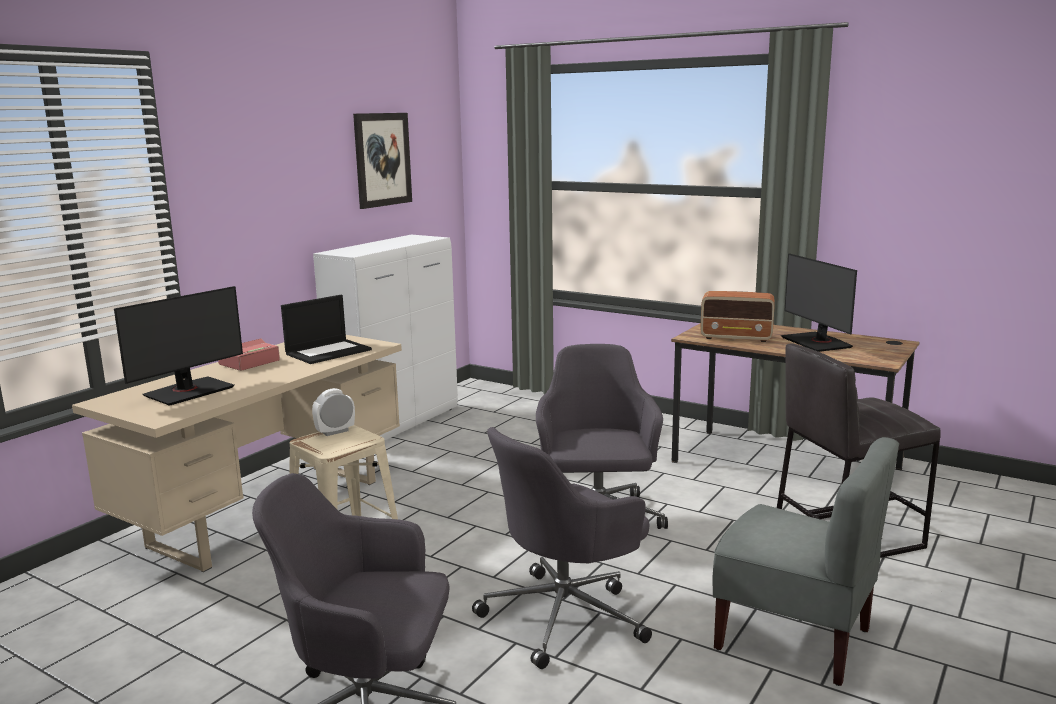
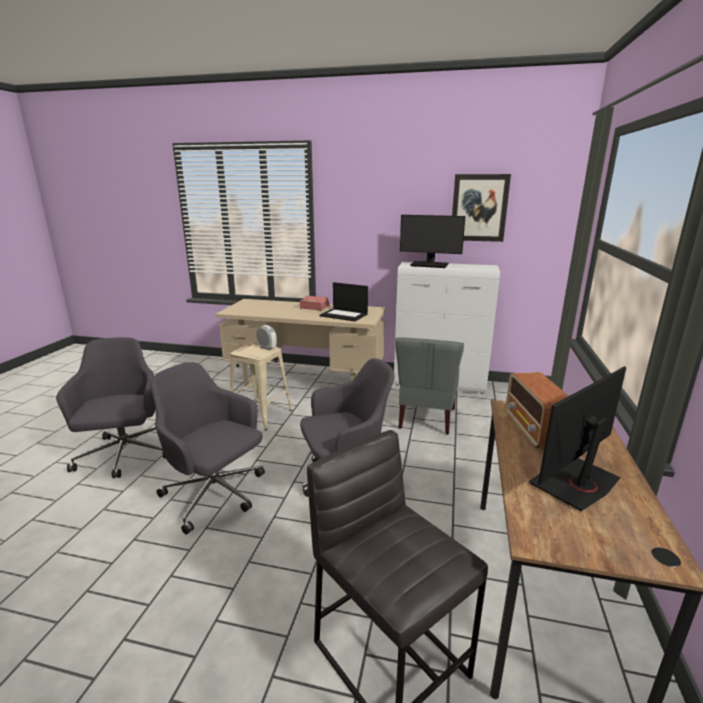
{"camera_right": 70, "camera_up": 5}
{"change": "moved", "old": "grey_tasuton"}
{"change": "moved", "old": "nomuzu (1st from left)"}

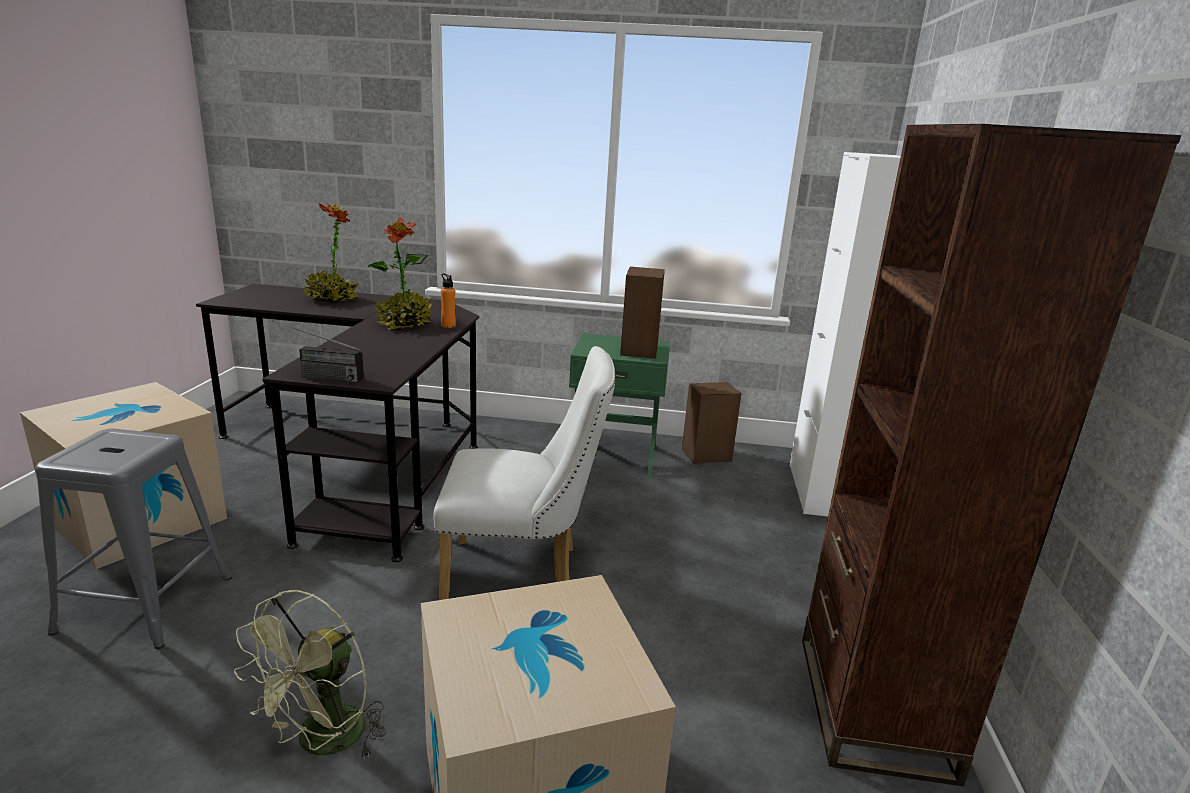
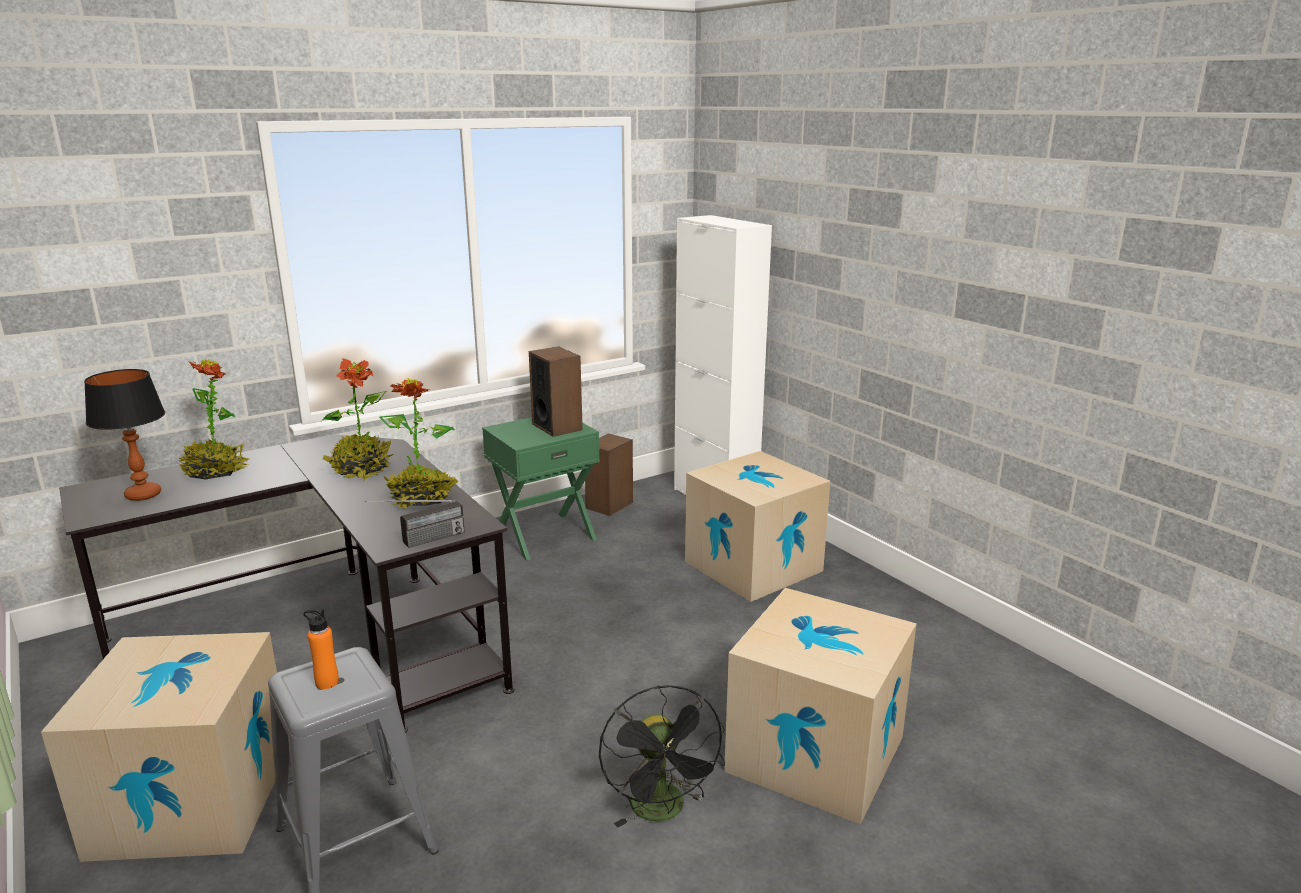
{"camera_right": -40, "camera_up": 0}
{"change": "added", "new": "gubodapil"}
{"change": "moved", "old": "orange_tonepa"}
{"change": "added", "new": "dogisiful (3rd from left)"}
{"change": "recoloured", "old": "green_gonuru", "new": "black_gonuru"}
{"change": "added", "new": "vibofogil (2nd from left)"}
{"change": "removed", "old": "white_tasuton"}
{"change": "removed", "old": "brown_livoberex"}

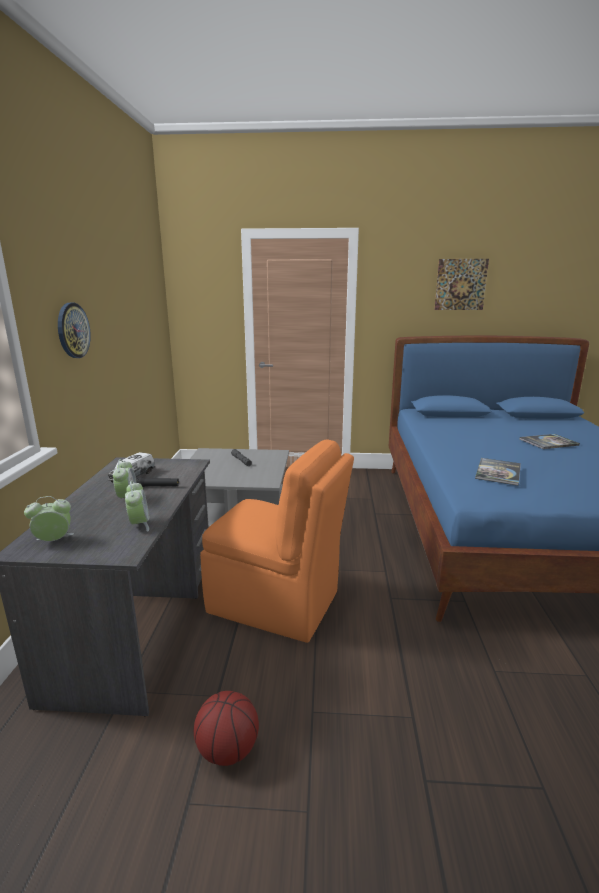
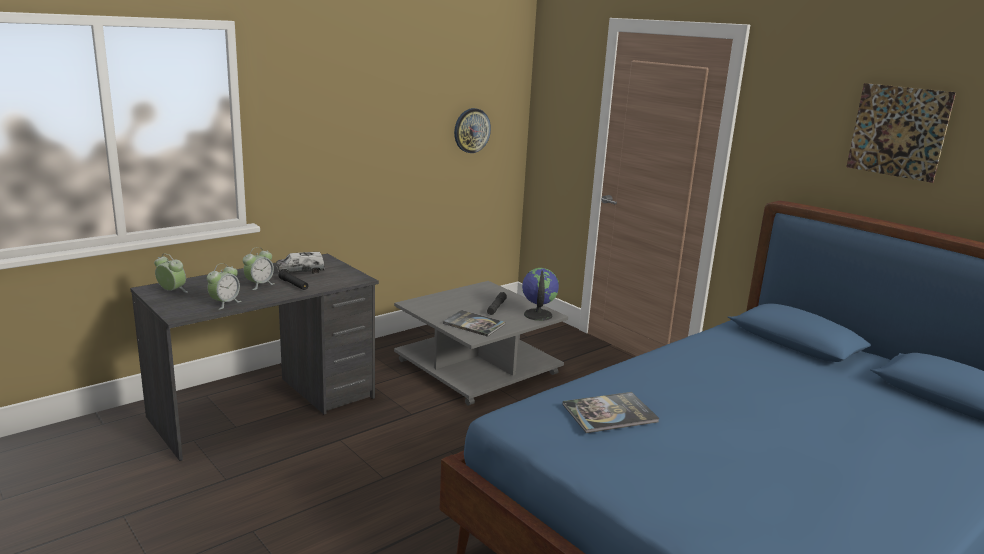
{"camera_right": 45, "camera_up": 0}
{"change": "moved", "old": "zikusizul (2nd from left in the first image)", "new": "zikusizul (1st from left)"}
{"change": "moved", "old": "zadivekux"}
{"change": "added", "new": "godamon"}
{"change": "removed", "old": "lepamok"}
{"change": "removed", "old": "orange_tasuton"}

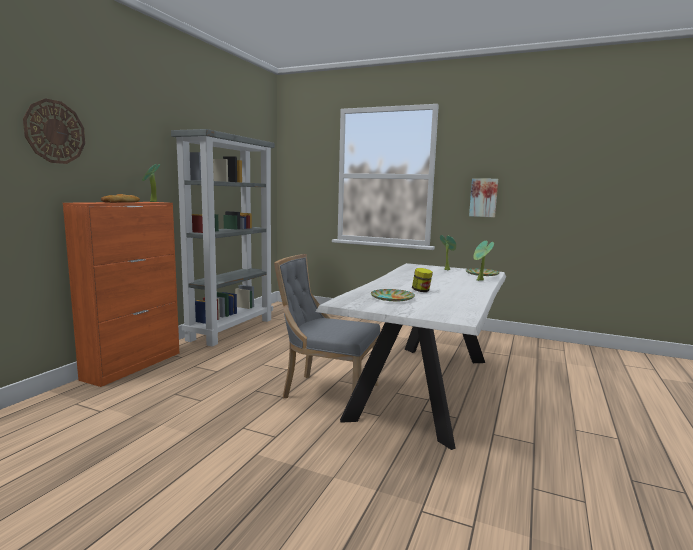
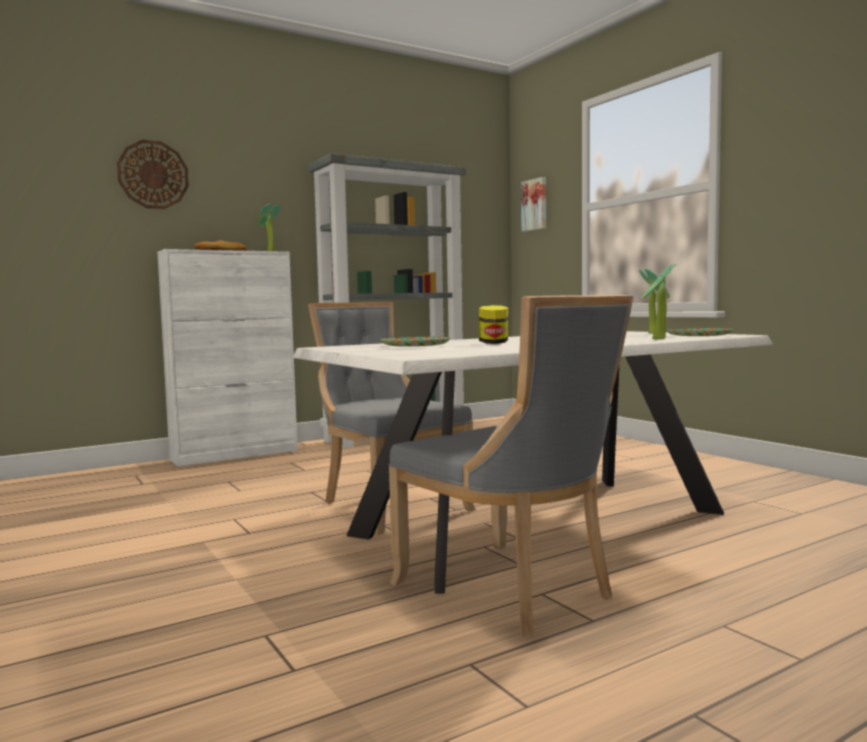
{"camera_right": 35, "camera_up": -5}
{"change": "recoloured", "old": "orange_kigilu", "new": "white_kigilu"}
{"change": "added", "new": "grey_tasuton (2nd from left)"}
{"change": "moved", "old": "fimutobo"}

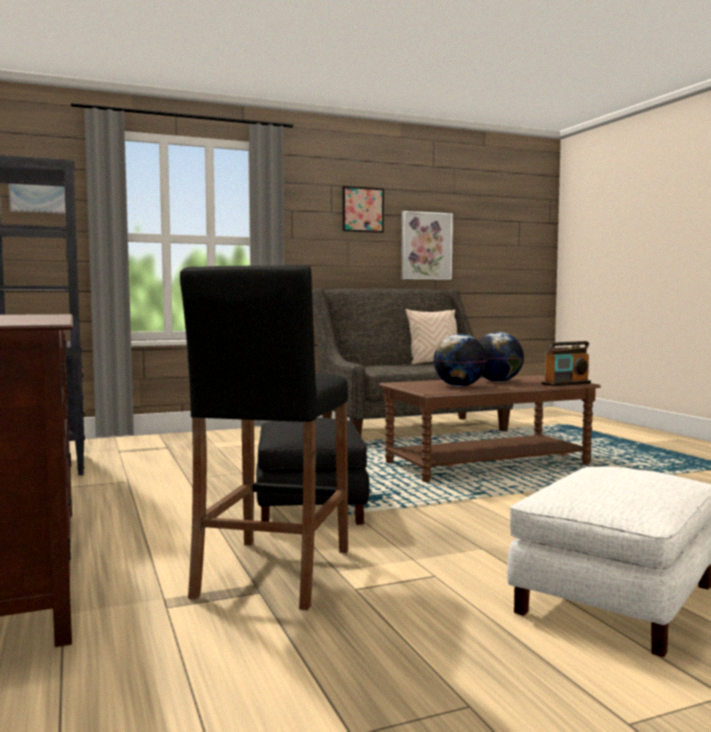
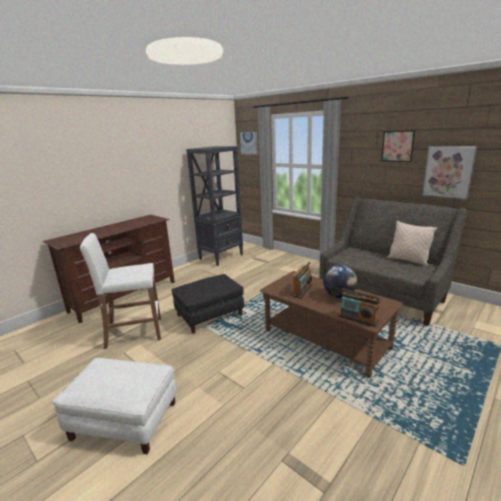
{"camera_right": 65, "camera_up": 15}
{"change": "recoloured", "old": "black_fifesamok", "new": "white_fifesamok"}
{"change": "replaced", "old": "godamon (1st from left)", "new": "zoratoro (1st from left)"}

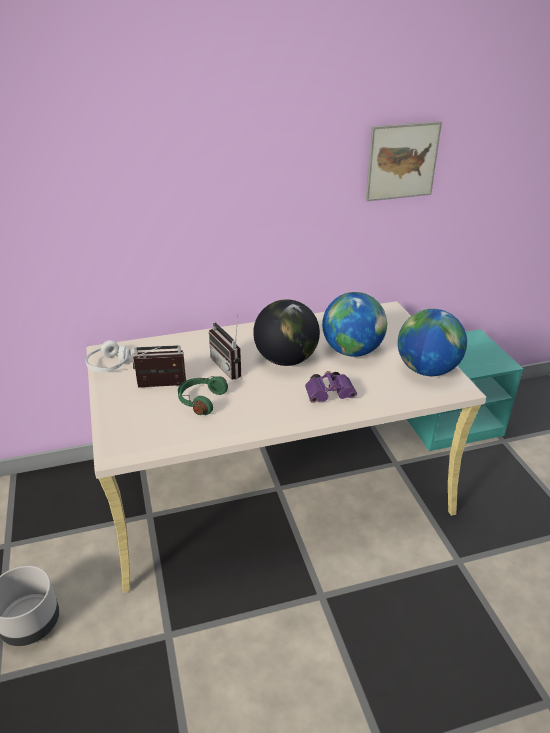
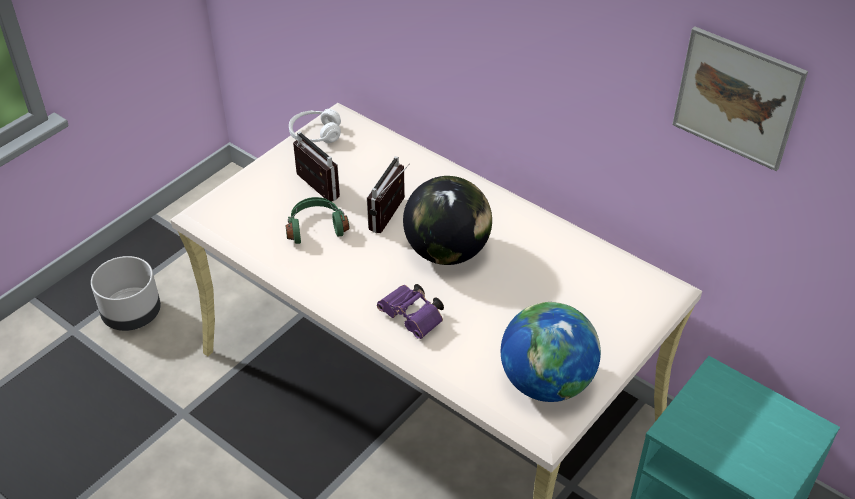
{"camera_right": 55, "camera_up": 10}
{"change": "removed", "old": "godamon (2nd from left)"}

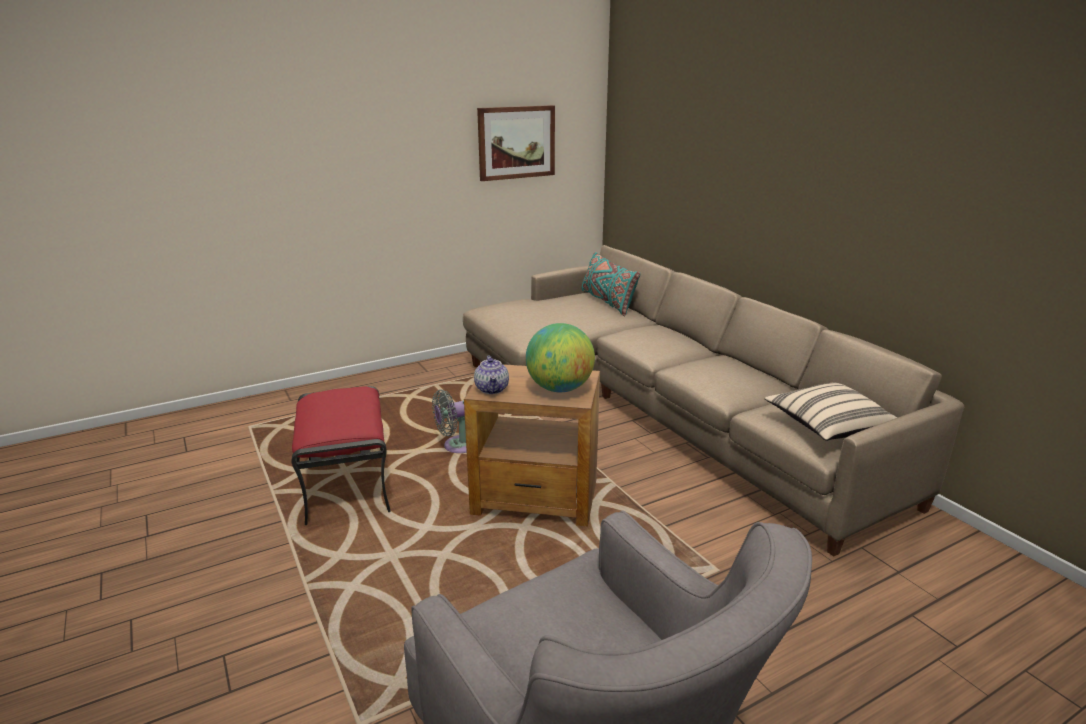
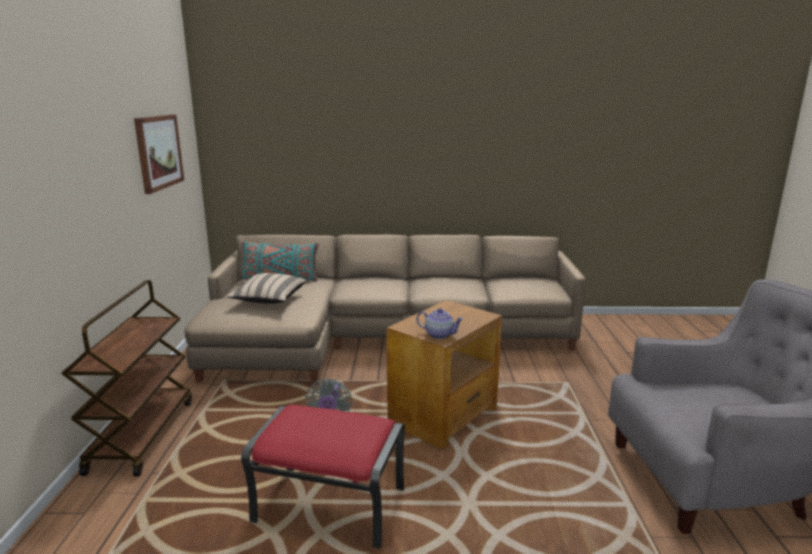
{"camera_right": -60, "camera_up": -5}
{"change": "added", "new": "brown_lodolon"}
{"change": "moved", "old": "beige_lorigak"}
{"change": "removed", "old": "godamon"}

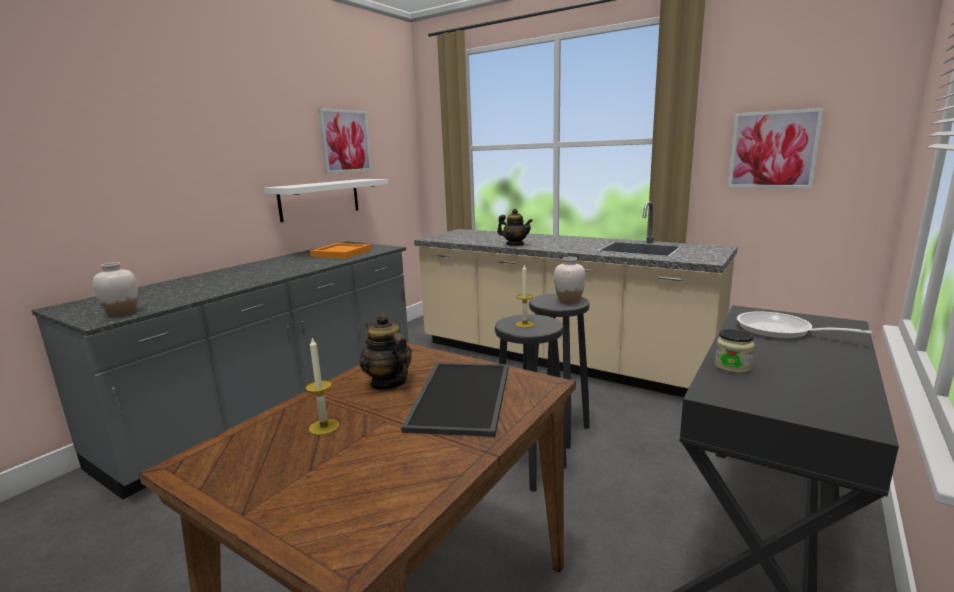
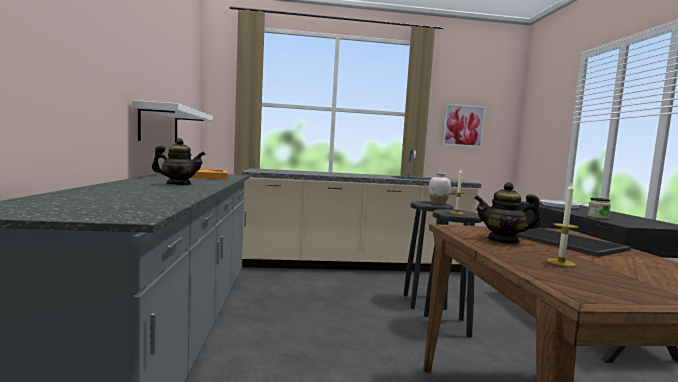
{"camera_right": -40, "camera_up": -10}
{"change": "moved", "old": "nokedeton (2nd from left in the first image)", "new": "nokedeton (1st from left)"}
{"change": "removed", "old": "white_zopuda (1st from left)"}
{"change": "removed", "old": "fimutobo (1st from left)"}

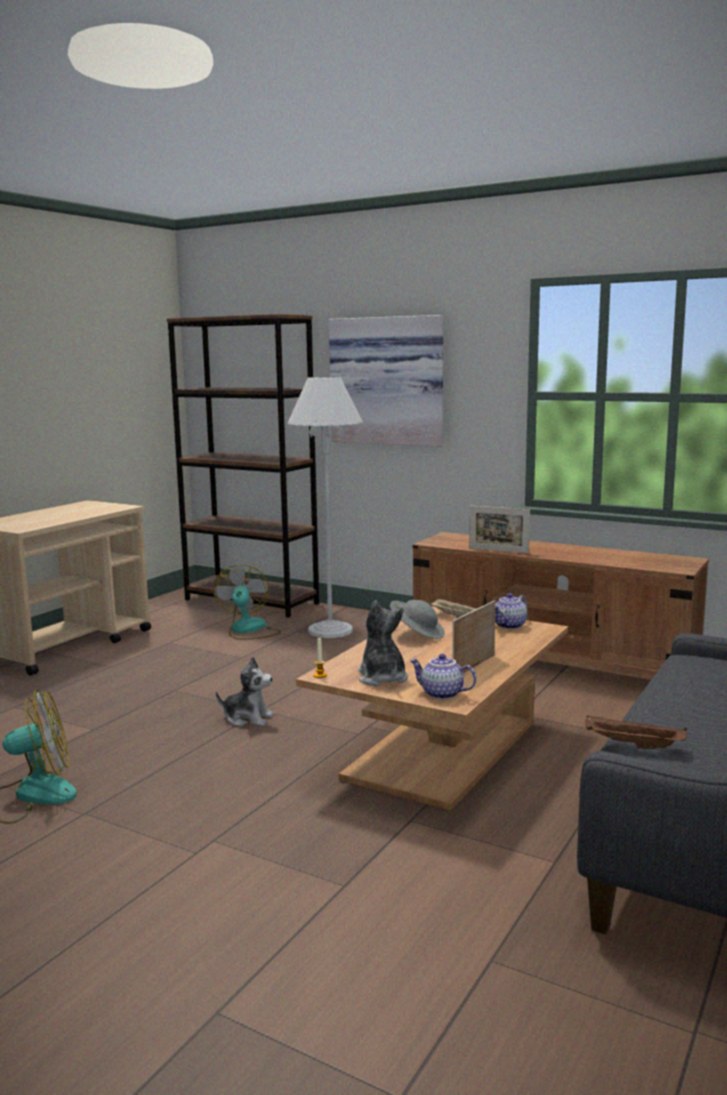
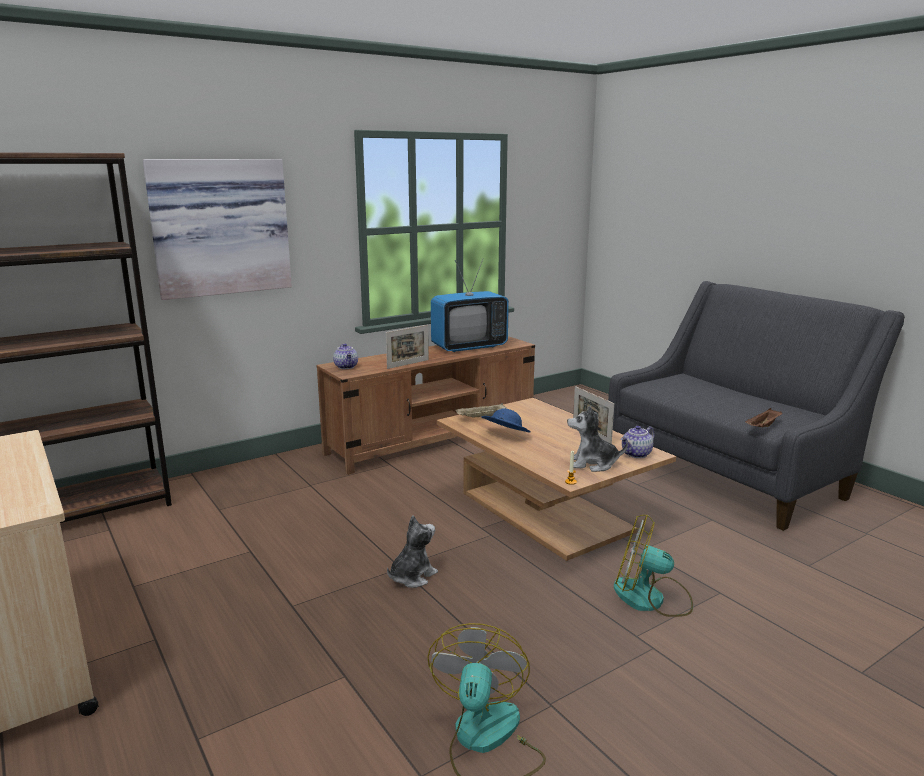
{"camera_right": -65, "camera_up": 5}
{"change": "moved", "old": "nokedeton (2nd from left in the first image)", "new": "nokedeton (1st from left)"}
{"change": "added", "new": "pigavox"}
{"change": "recoloured", "old": "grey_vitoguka", "new": "blue_vitoguka"}
{"change": "moved", "old": "gonuru (2nd from left)"}
{"change": "removed", "old": "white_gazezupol"}

